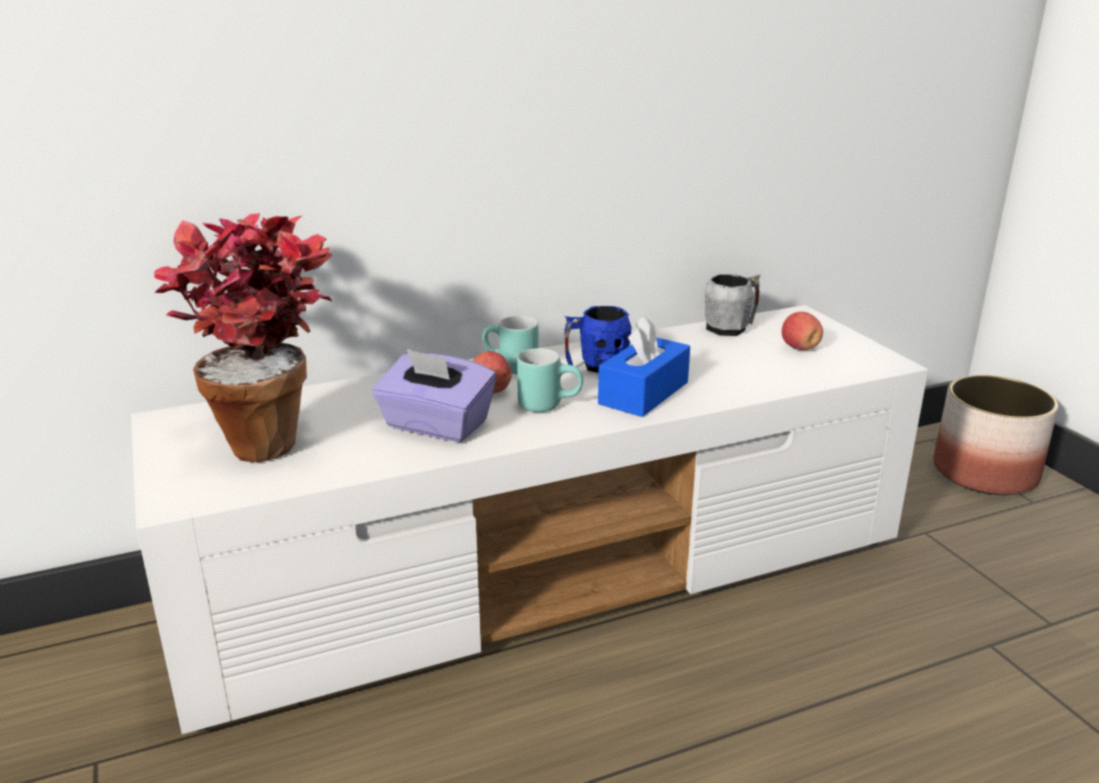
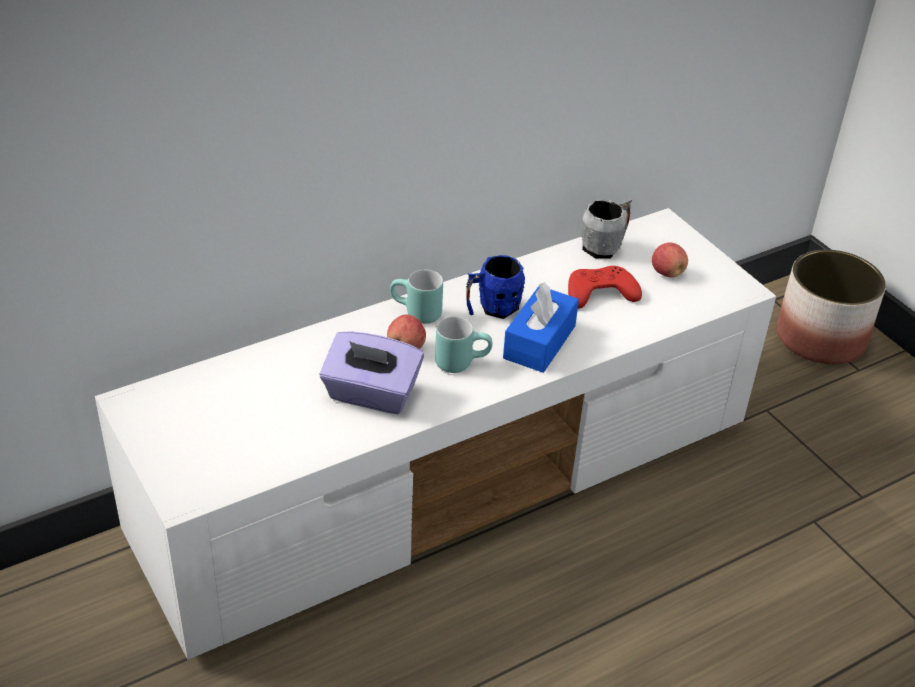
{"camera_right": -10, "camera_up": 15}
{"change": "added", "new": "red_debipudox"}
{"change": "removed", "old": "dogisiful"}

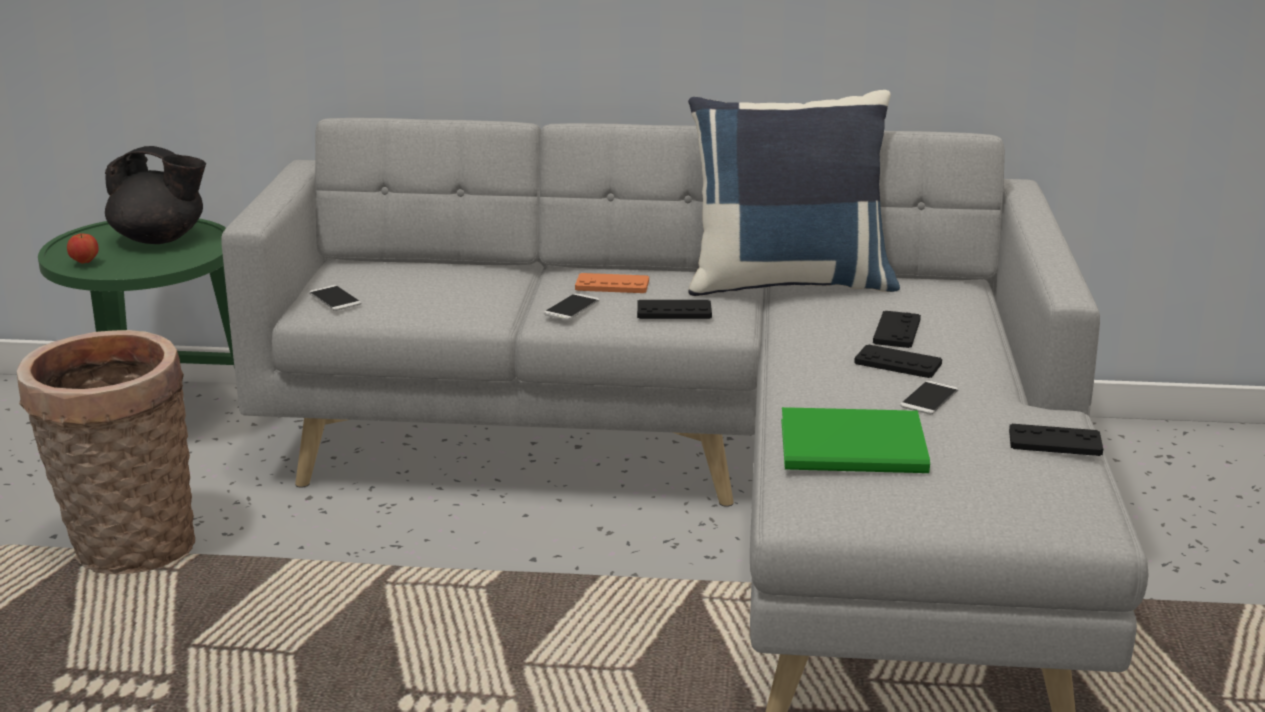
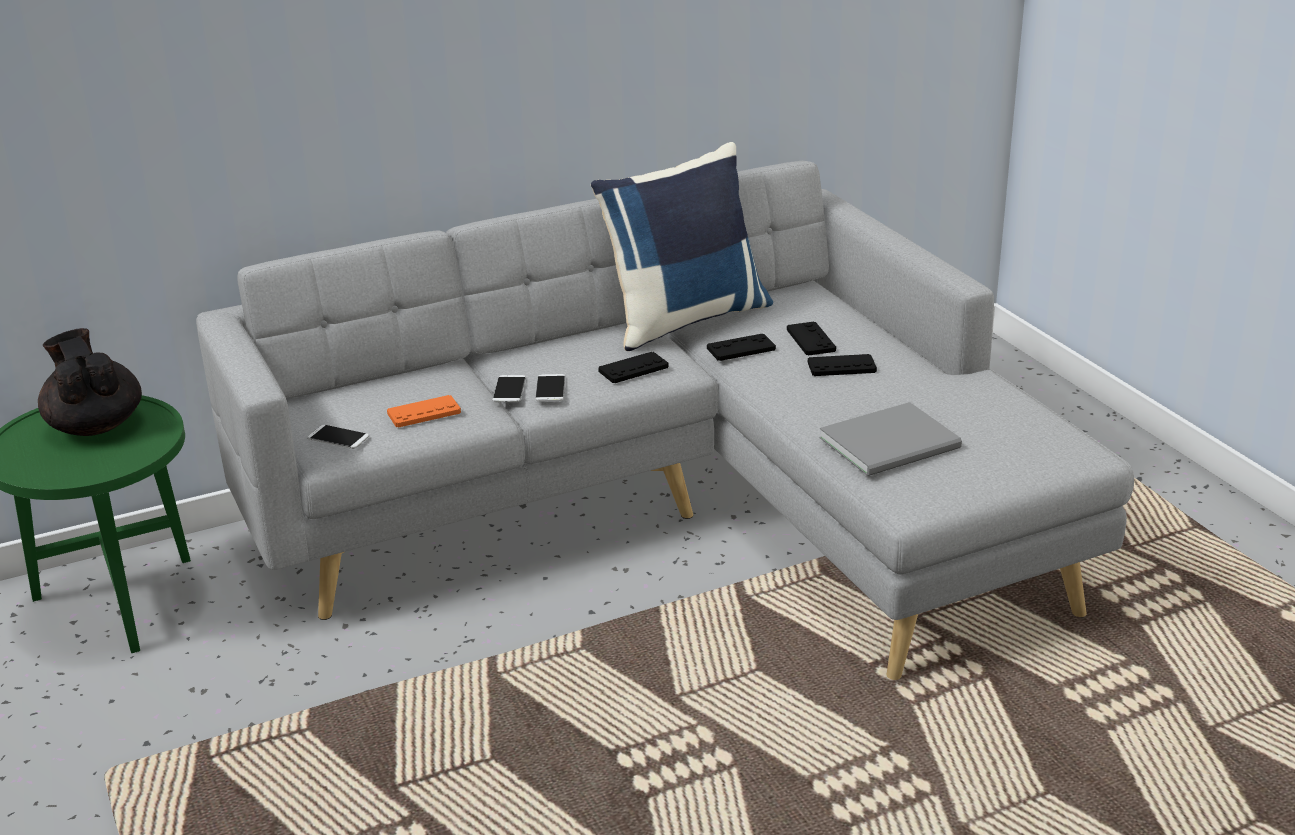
{"camera_right": -30, "camera_up": 5}
{"change": "turned", "old": "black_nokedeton", "degrees": -105}
{"change": "moved", "old": "orange_debipudox"}
{"change": "moved", "old": "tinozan (3rd from left in the first image)", "new": "tinozan (2nd from left)"}
{"change": "moved", "old": "black_debipudox (4th from left in the first image)", "new": "black_debipudox (2nd from left)"}
{"change": "recoloured", "old": "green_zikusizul", "new": "grey_zikusizul"}
{"change": "removed", "old": "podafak"}
{"change": "removed", "old": "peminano"}

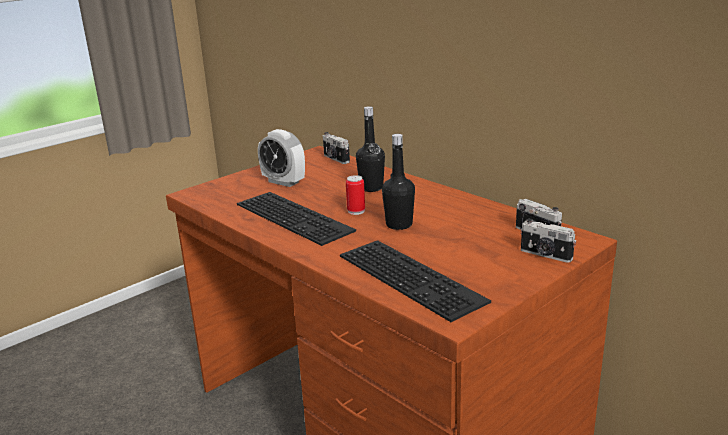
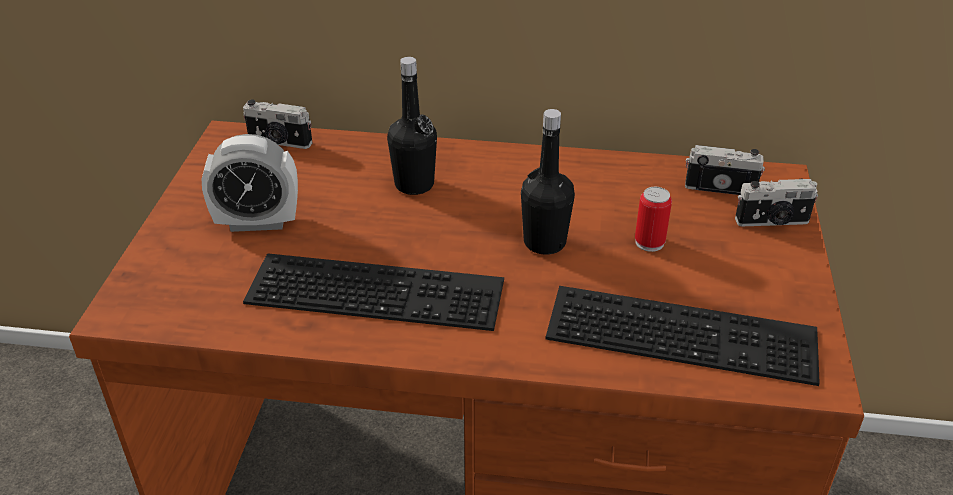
{"camera_right": -40, "camera_up": 15}
{"change": "moved", "old": "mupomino"}

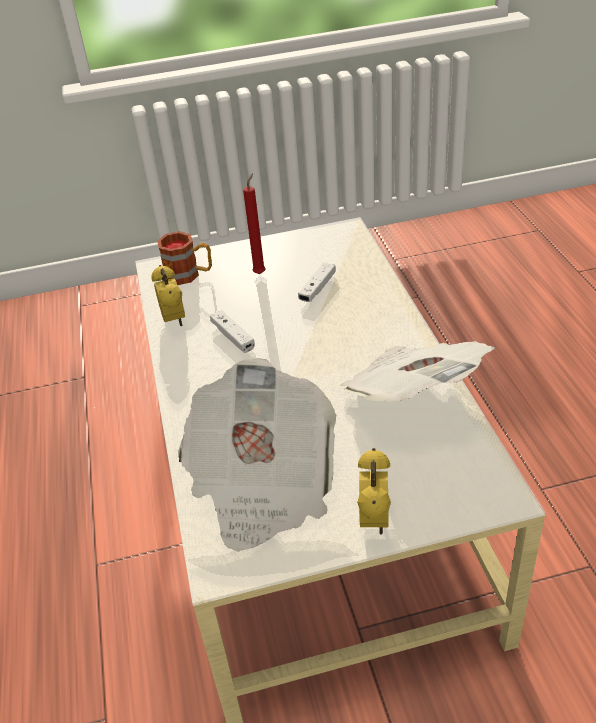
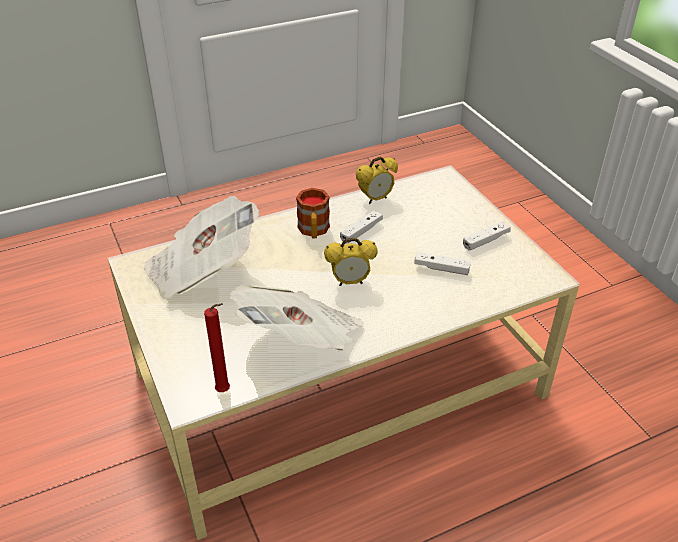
{"camera_right": 75, "camera_up": 0}
{"change": "moved", "old": "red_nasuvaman"}
{"change": "moved", "old": "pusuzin"}
{"change": "moved", "old": "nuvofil (2nd from left in the first image)", "new": "nuvofil (1st from left)"}
{"change": "added", "new": "white_debipudox (3rd from left)"}

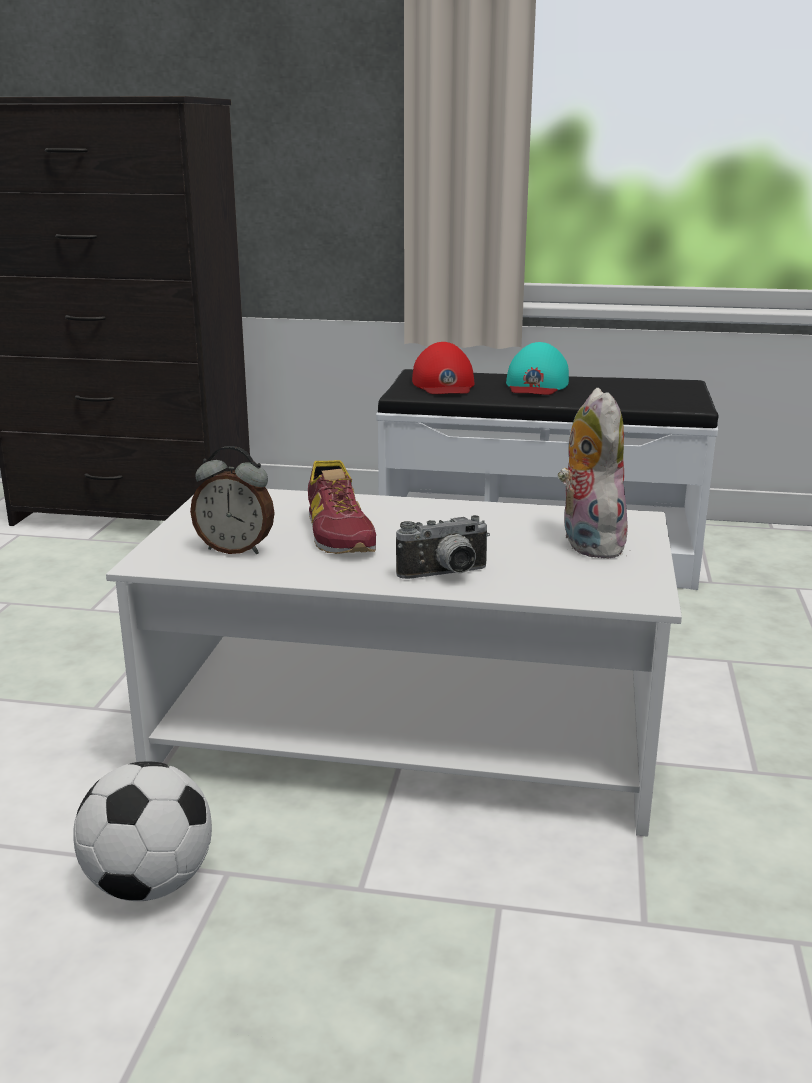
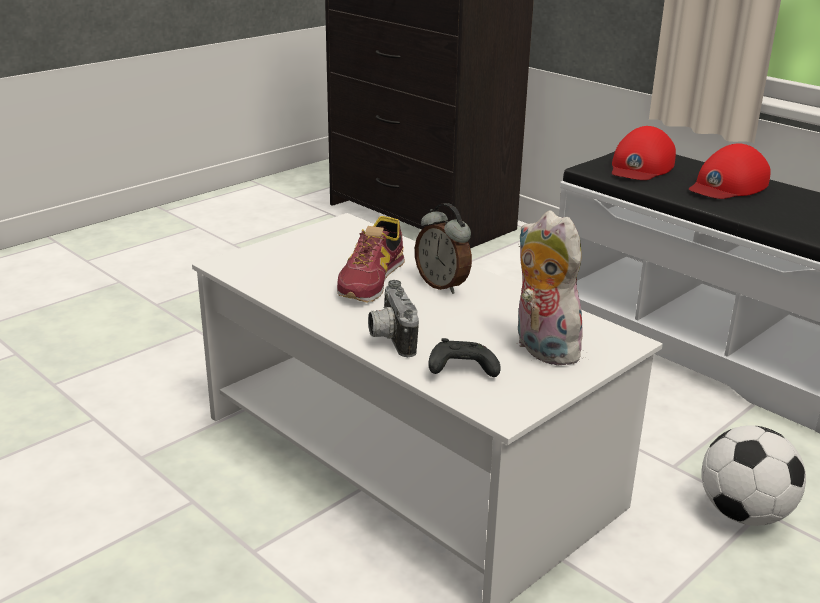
{"camera_right": 35, "camera_up": 5}
{"change": "turned", "old": "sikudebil", "degrees": 60}
{"change": "moved", "old": "nuvofil"}
{"change": "added", "new": "black_debipudox"}
{"change": "turned", "old": "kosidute", "degrees": -60}
{"change": "recoloured", "old": "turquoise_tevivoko", "new": "red_tevivoko (2nd from left)"}
{"change": "moved", "old": "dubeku"}

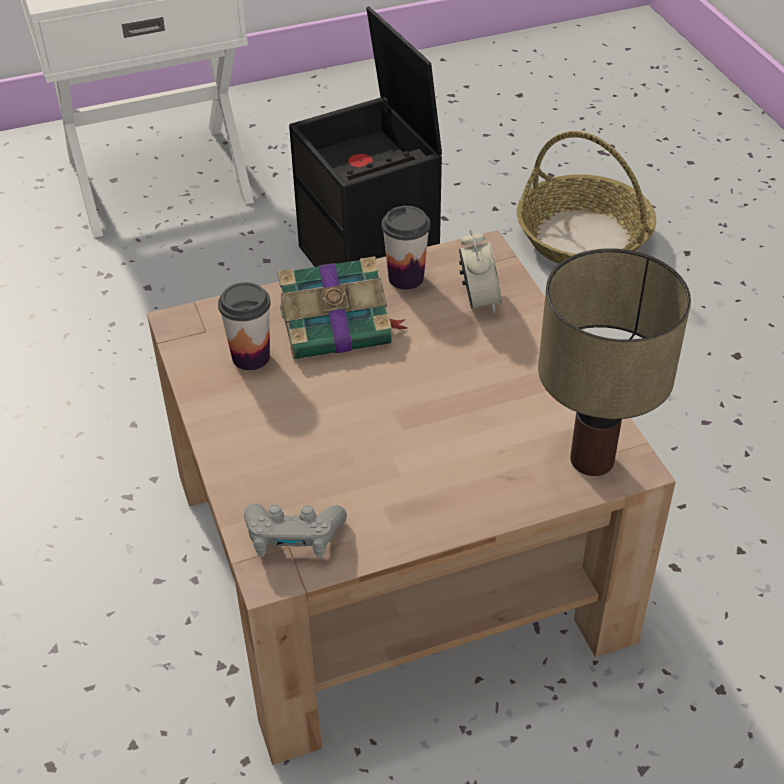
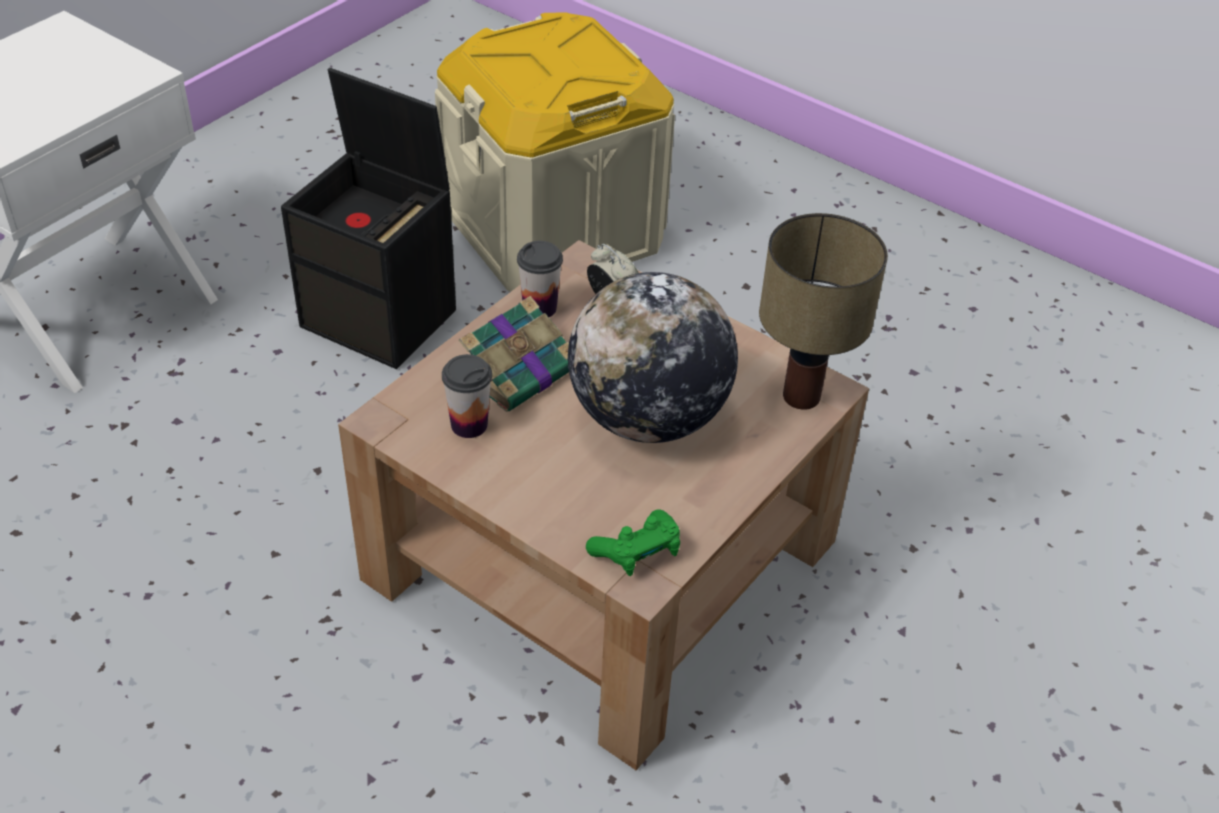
{"camera_right": -35, "camera_up": 0}
{"change": "replaced", "old": "podafak", "new": "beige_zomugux"}
{"change": "added", "new": "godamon"}
{"change": "recoloured", "old": "grey_debipudox", "new": "green_debipudox"}

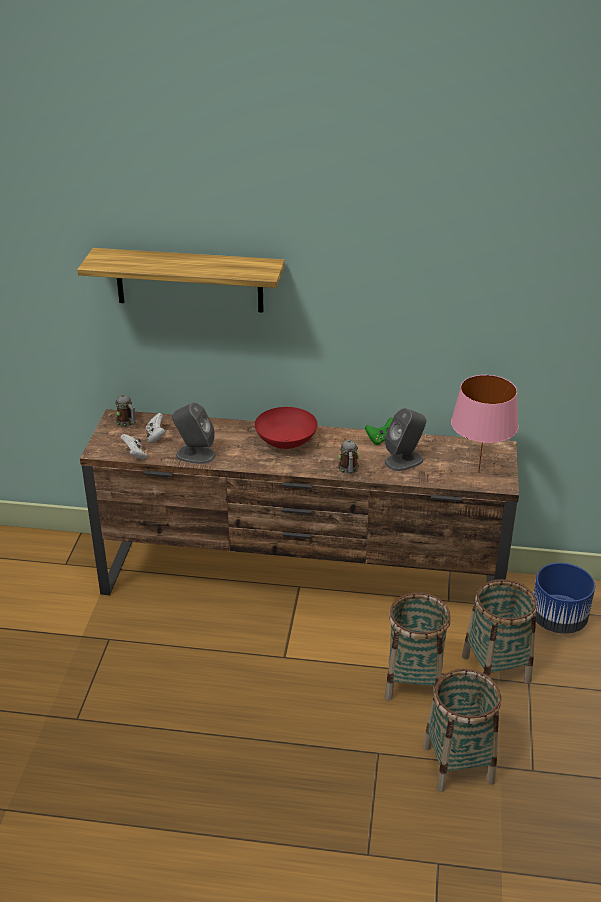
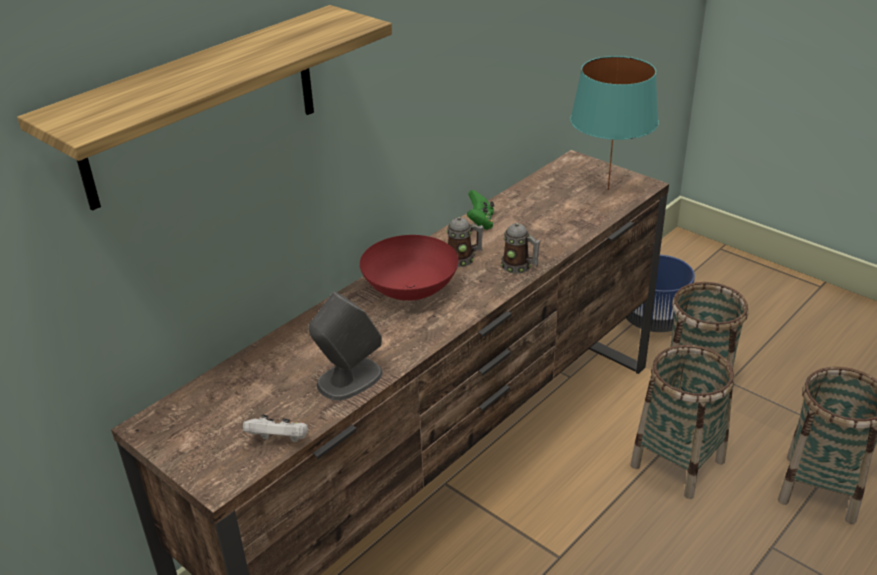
{"camera_right": -55, "camera_up": 0}
{"change": "moved", "old": "pusuzin (1st from left)"}
{"change": "recoloured", "old": "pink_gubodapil", "new": "turquoise_gubodapil"}
{"change": "removed", "old": "white_debipudox (2nd from left)"}
{"change": "removed", "old": "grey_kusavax (2nd from left)"}

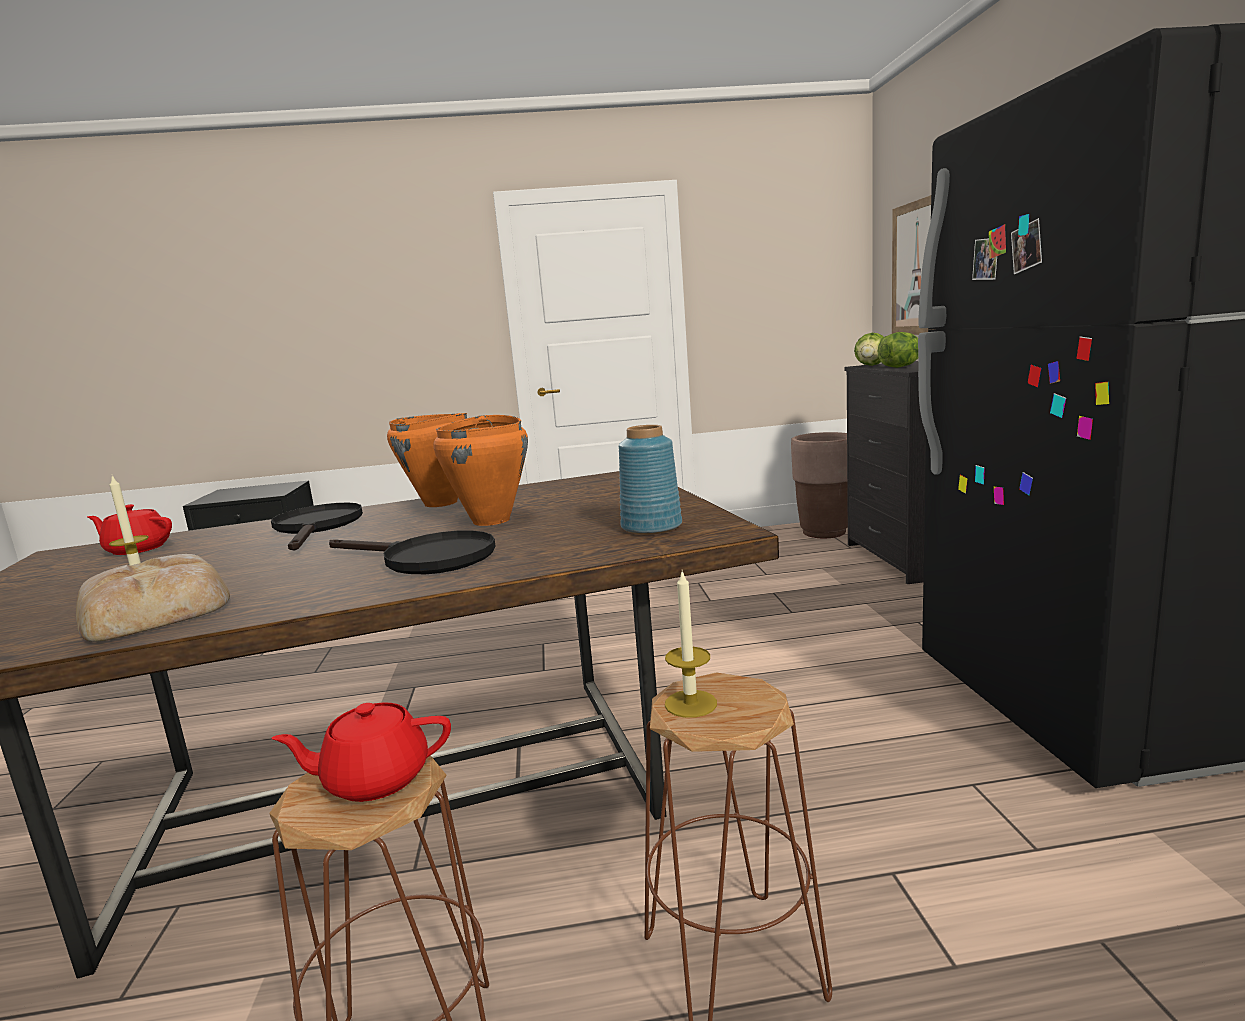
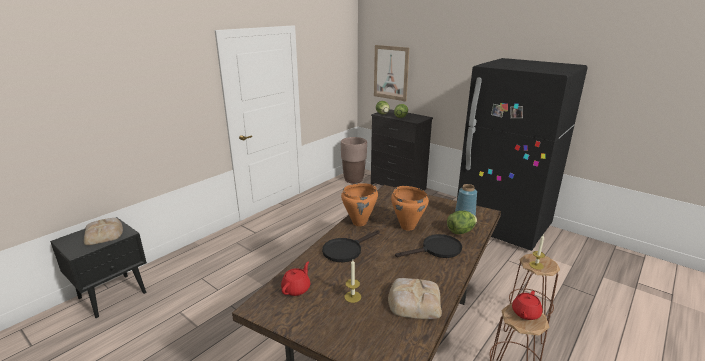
{"camera_right": -45, "camera_up": 10}
{"change": "added", "new": "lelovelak (1st from left)"}
{"change": "turned", "old": "red_nokedeton (1st from left)", "degrees": 150}
{"change": "turned", "old": "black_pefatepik (1st from left)", "degrees": -75}
{"change": "added", "new": "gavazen (3rd from left)"}

